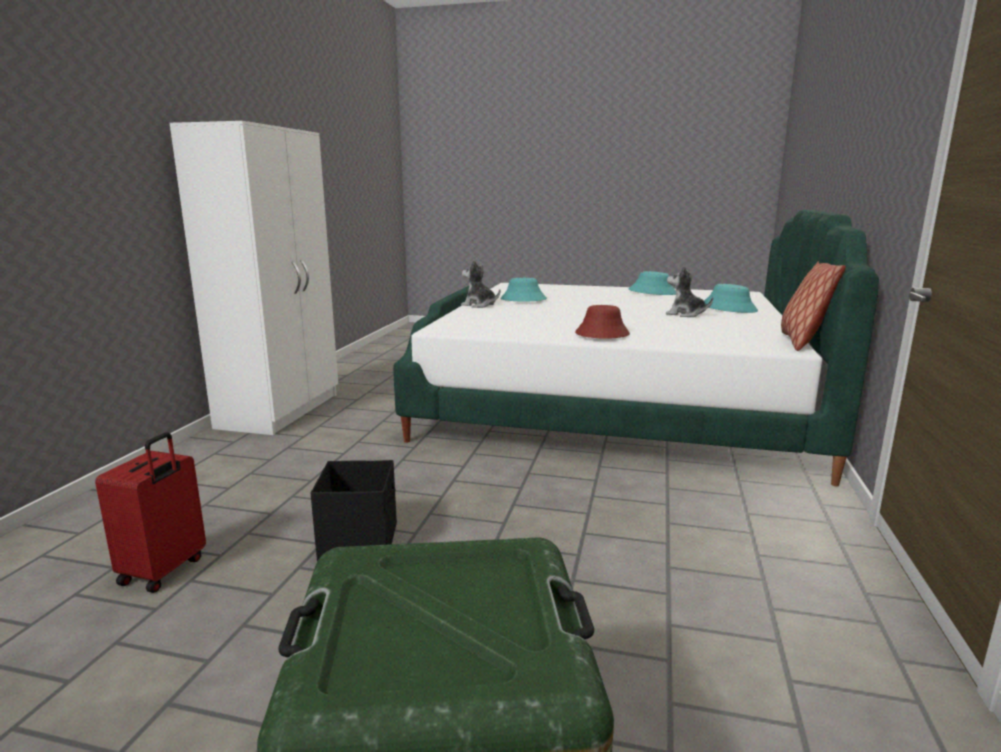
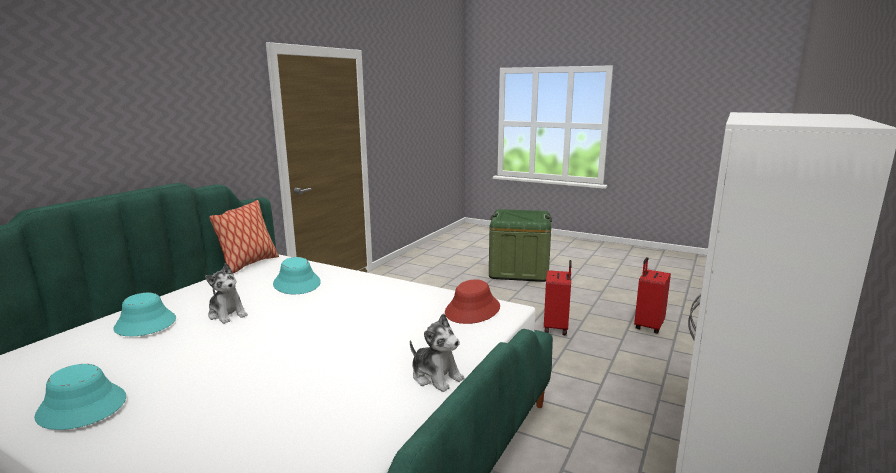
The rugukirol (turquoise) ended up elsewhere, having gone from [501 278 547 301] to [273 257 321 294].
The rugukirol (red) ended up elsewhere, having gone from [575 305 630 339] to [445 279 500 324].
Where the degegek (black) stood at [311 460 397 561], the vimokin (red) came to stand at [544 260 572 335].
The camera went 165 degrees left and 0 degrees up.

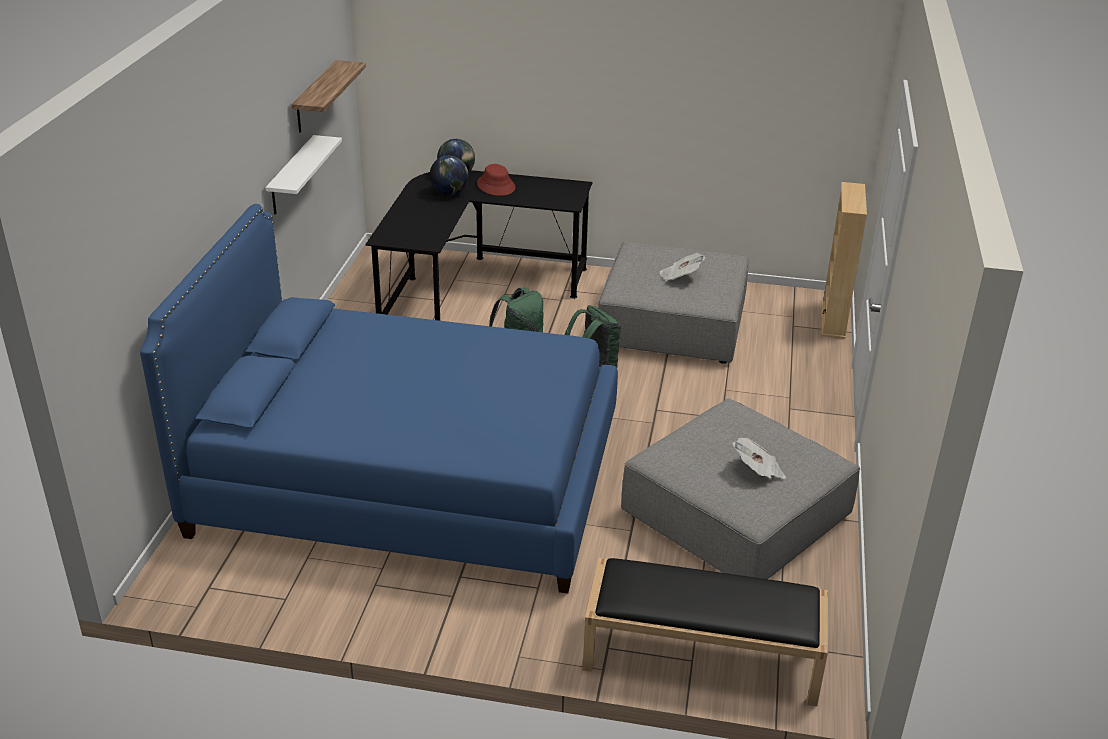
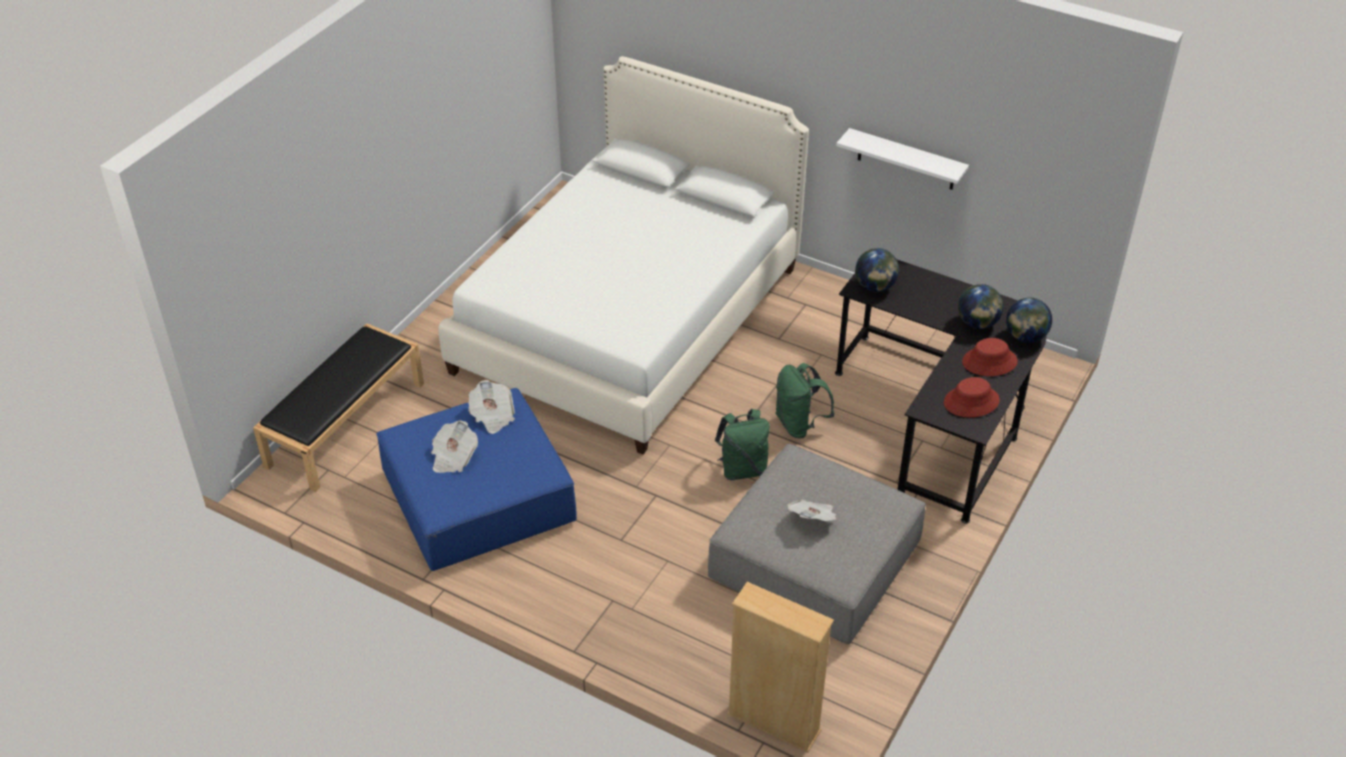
What was the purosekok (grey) at [621 399 860 579] turned into the purosekok (blue) at [376 388 577 571].
What was the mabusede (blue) at [140 204 618 594] turned into the mabusede (white) at [439 56 809 455].
The second view gained the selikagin at [468 380 515 434].
The second view gained the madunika at [855 248 899 292].
The second view gained the rugukirol (red) at [944 377 1000 418].
The second view lost the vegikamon at [291 60 366 133].
The camera went 110 degrees right and 10 degrees up.

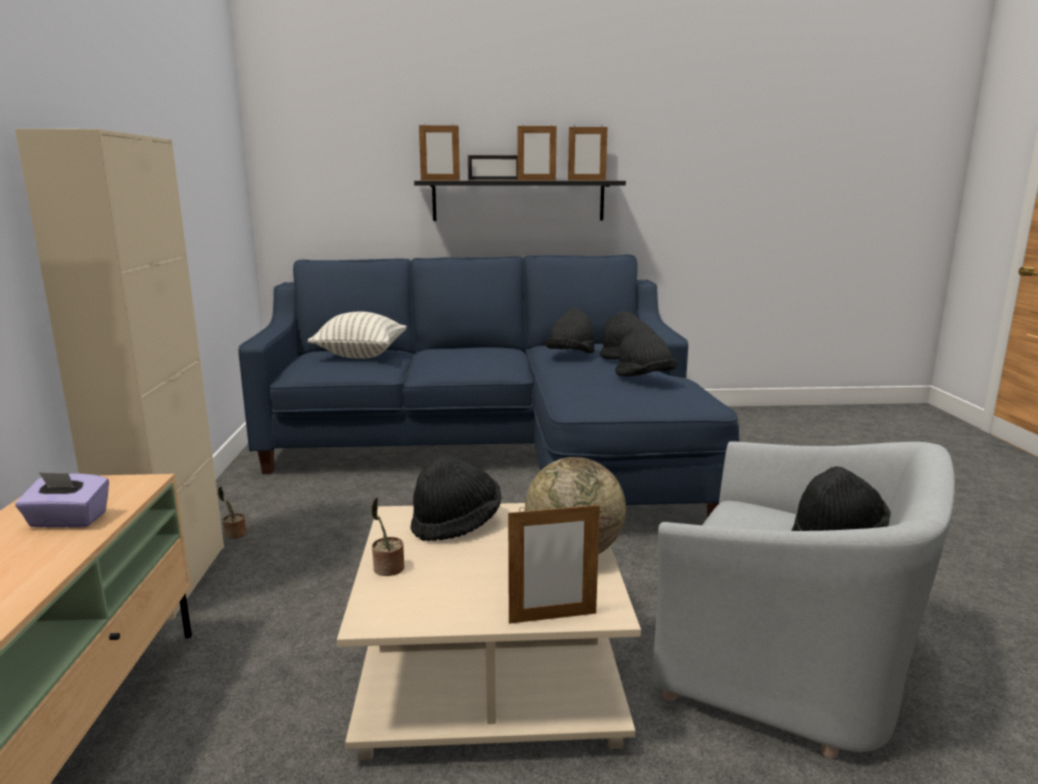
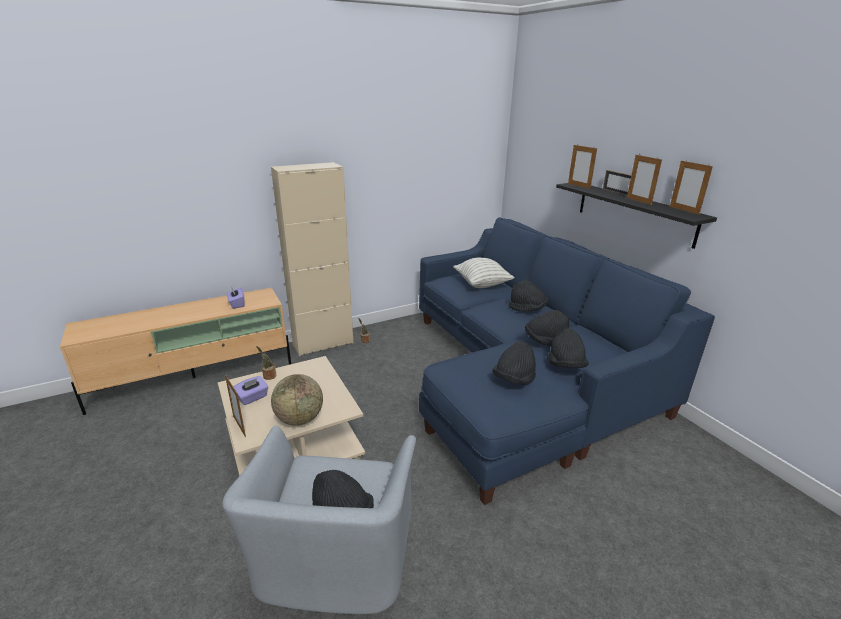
The second view gained the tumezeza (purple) at [234 376 269 405].
The rugukirol (black) ended up elsewhere, having gone from [410 455 501 541] to [508 280 548 312].
The camera went 65 degrees right and 10 degrees up.

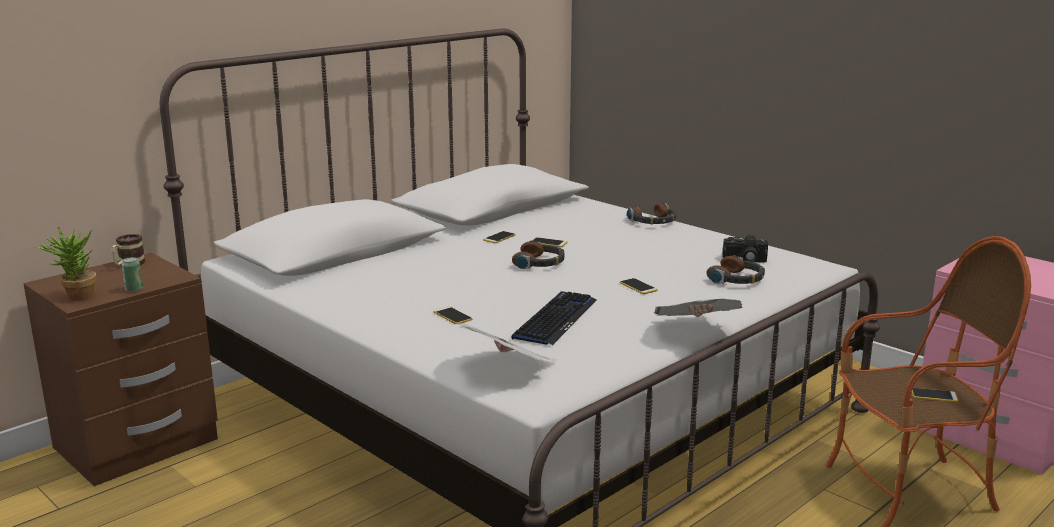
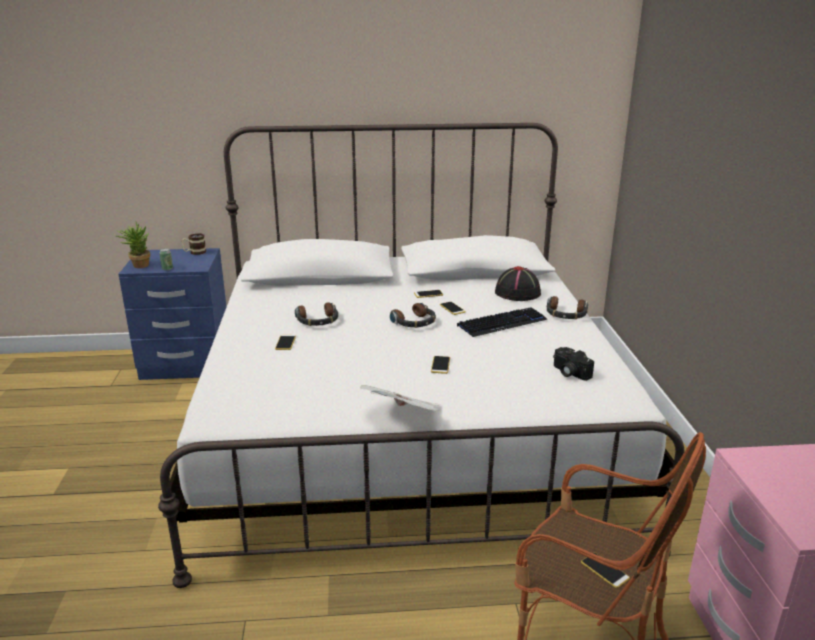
What was the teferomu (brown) at [23 253 218 486] turned into the teferomu (blue) at [118 248 226 380].
The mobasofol ended up elsewhere, having gone from [707 255 765 284] to [295 302 338 326].
The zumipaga ended up elsewhere, having gone from [511 291 597 345] to [457 307 548 337].
The second view gained the rugukirol (black) at [495 266 541 301].
The second view lost the selikagin at [455 323 557 362].
The camera went 40 degrees right and 5 degrees up.

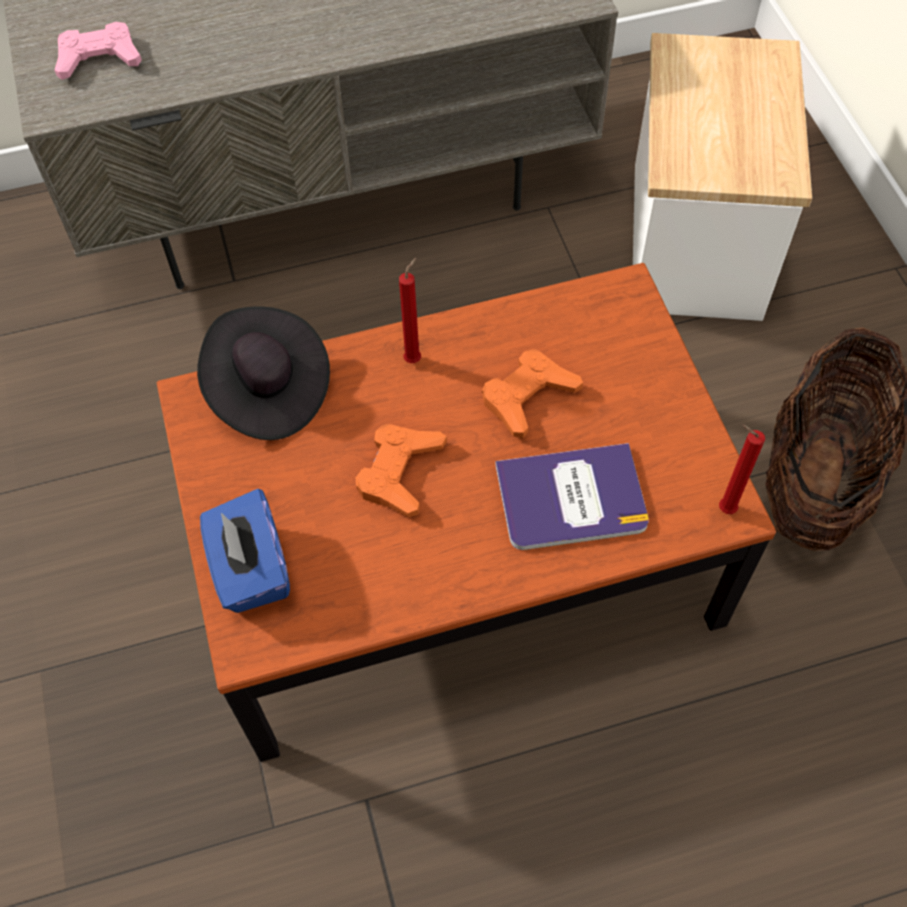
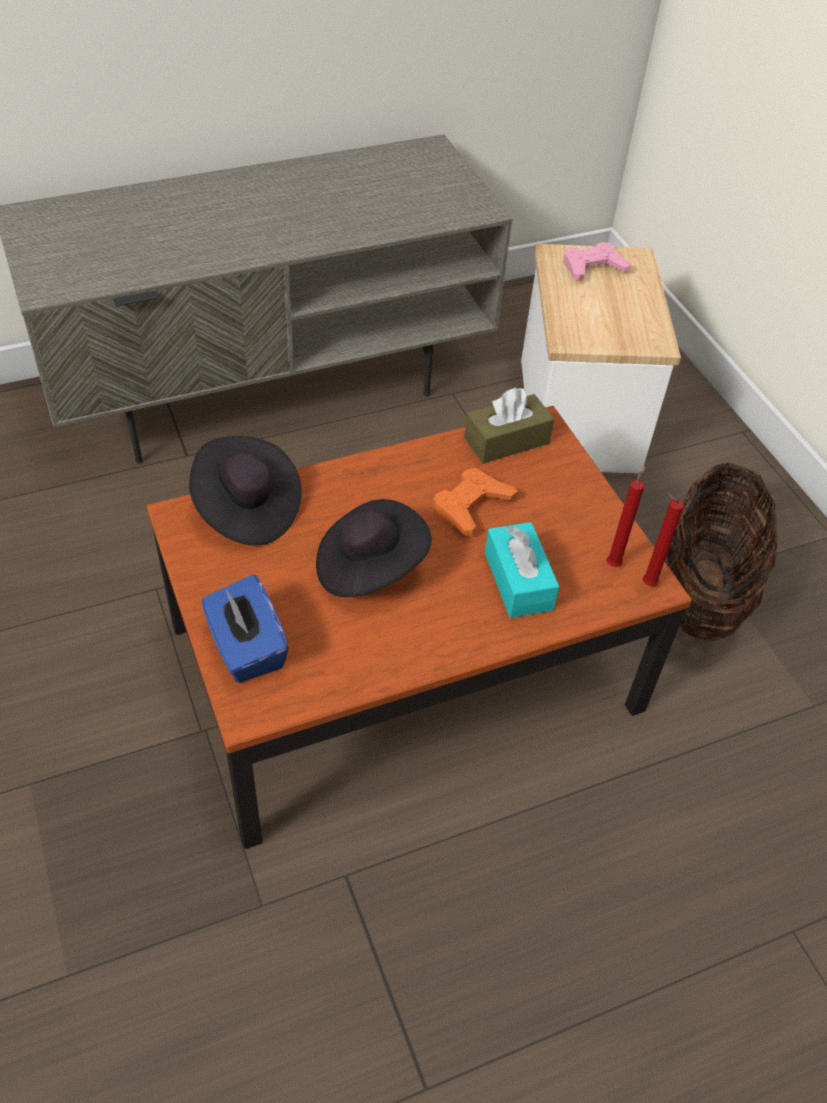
Where the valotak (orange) stood at [356 424 447 517], the rugukirol (black) came to stand at [316 499 432 597].
The second view gained the tumezeza (brown) at [464 387 554 464].
Where the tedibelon stood at [495 443 649 550], the tumezeza (turquoise) came to stand at [485 522 559 618].
The valotak (pink) ended up elsewhere, having gone from [54 22 142 80] to [563 242 631 281].
The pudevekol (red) ended up elsewhere, having gone from [399 258 421 363] to [607 466 646 567].
The camera went 10 degrees left and 10 degrees down.

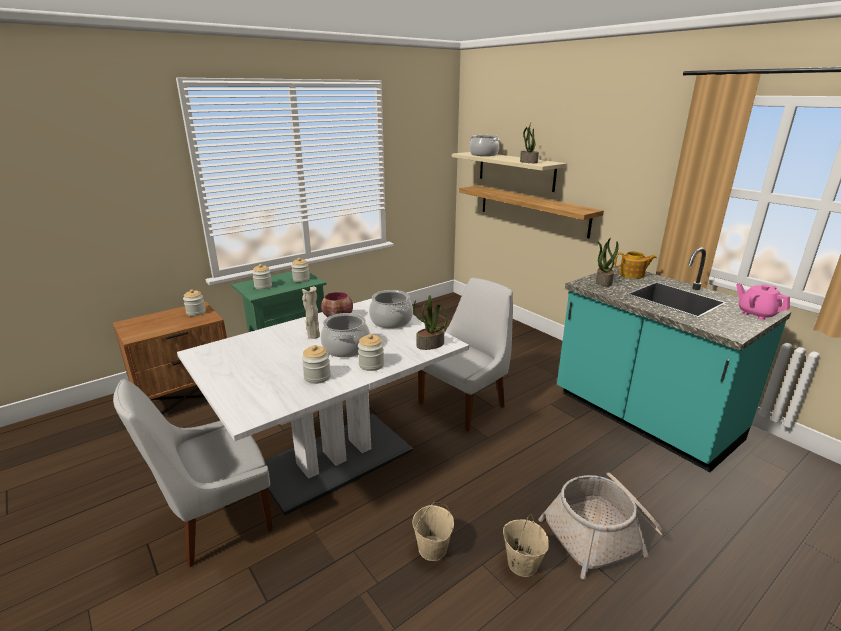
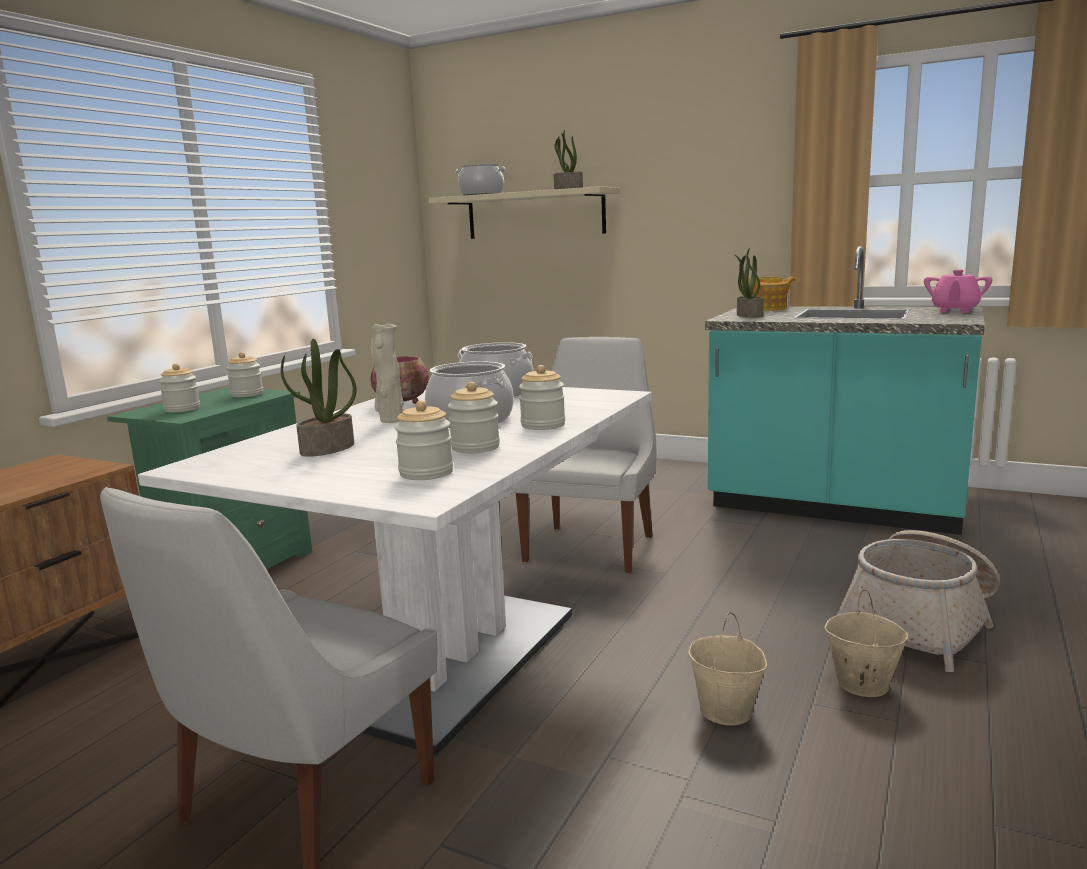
The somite ended up elsewhere, having gone from [413 295 448 350] to [281 339 357 457].
The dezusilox ended up elsewhere, having gone from [183 289 206 316] to [394 400 453 480].
The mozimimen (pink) at [736 284 790 320] ended up facing another way, 90 degrees counterclockwise from before.
The second view lost the vegikamon at [459 185 604 238].
The camera went 25 degrees left and 10 degrees down.

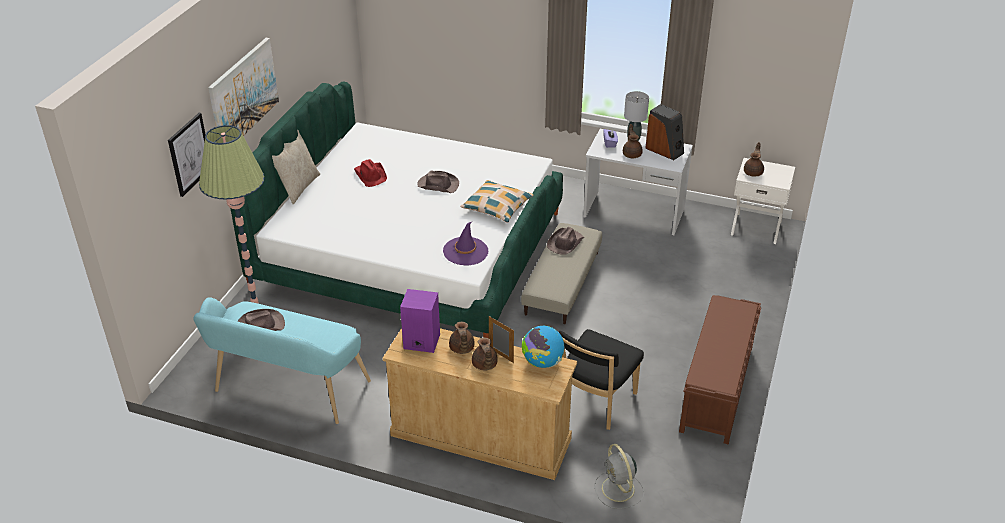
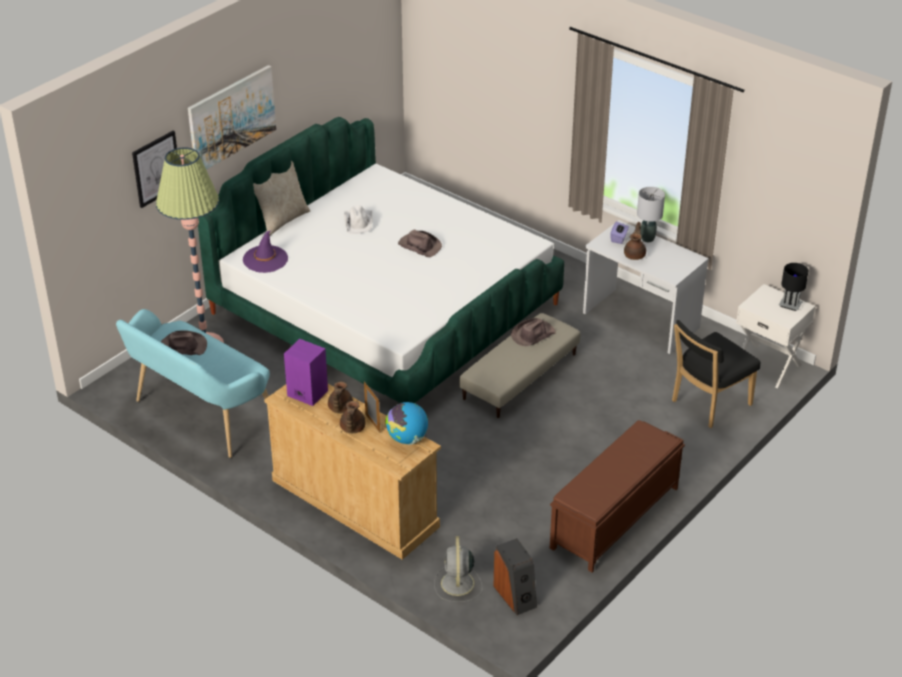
The rugukirol (purple) ended up elsewhere, having gone from [443 222 488 266] to [243 230 288 273].
What was the rugukirol (red) at [354 159 387 187] turned into the rugukirol (white) at [344 205 372 234].
The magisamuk ended up elsewhere, having gone from [645 104 684 160] to [493 538 537 615].
The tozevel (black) ended up elsewhere, having gone from [559 329 644 430] to [672 320 760 428].
The second view gained the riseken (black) at [779 263 809 311].
The second view lost the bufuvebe at [460 180 533 223].
The second view lost the mozimimen (brown) at [744 142 764 176].
The camera went 20 degrees right and 0 degrees up.

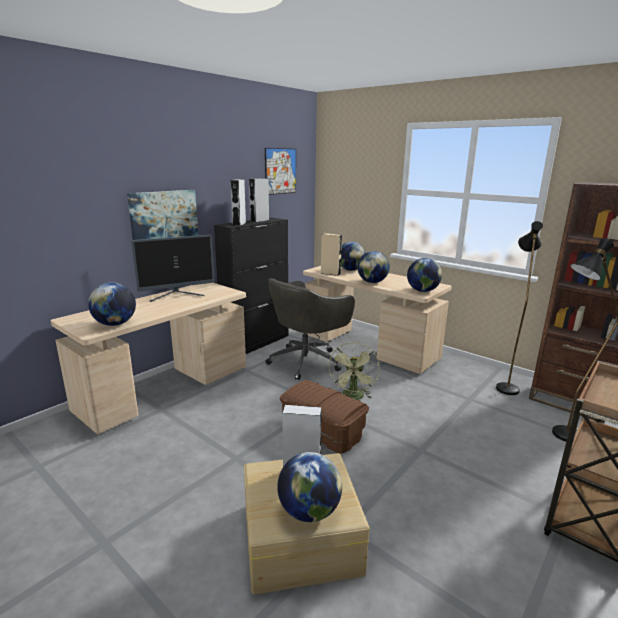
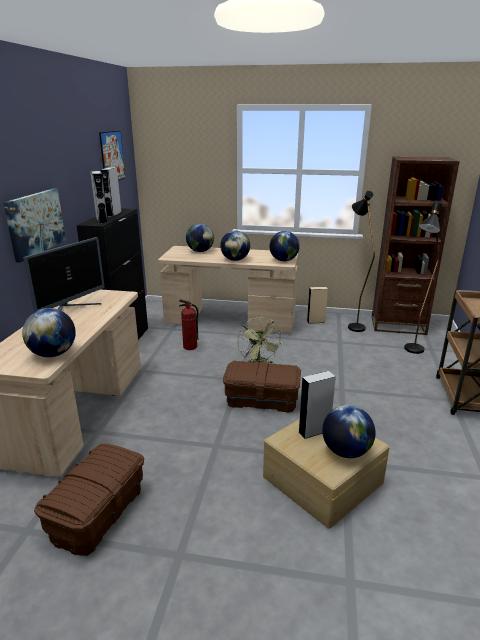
The second view gained the degegek (brown) at [34 444 144 556].
Where the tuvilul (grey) stood at [265 278 355 380], the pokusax came to stand at [179 299 198 350].
The magisamuk (beige) ended up elsewhere, having gone from [321 233 342 276] to [307 287 328 324].
The camera went 30 degrees left and 5 degrees up.

